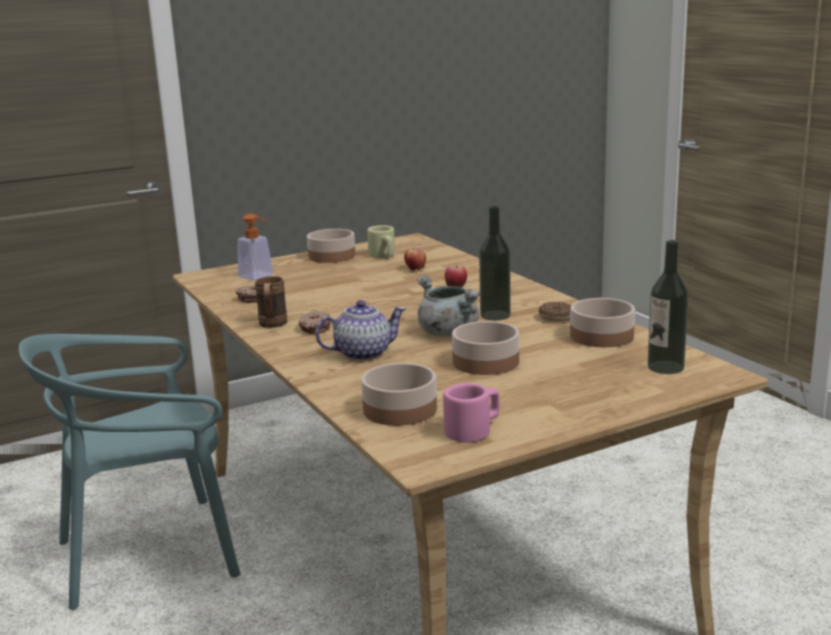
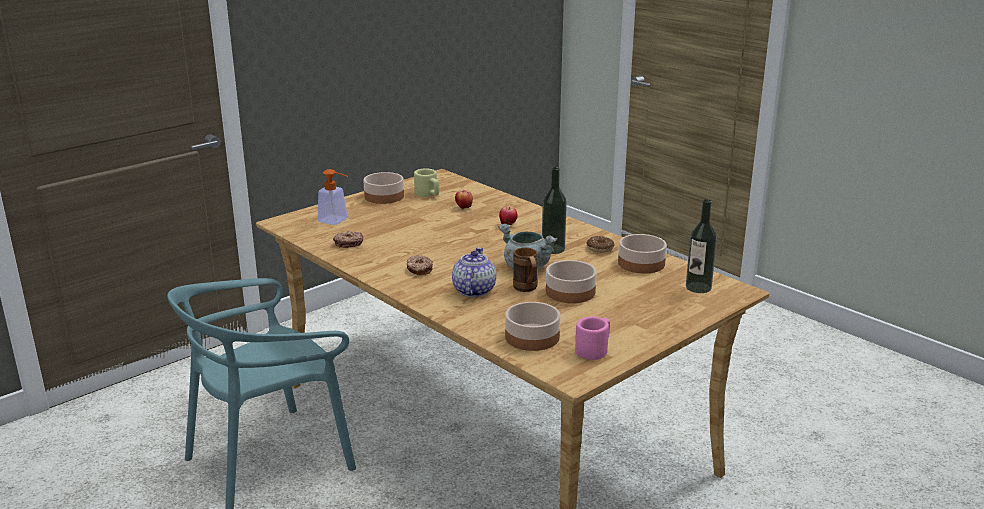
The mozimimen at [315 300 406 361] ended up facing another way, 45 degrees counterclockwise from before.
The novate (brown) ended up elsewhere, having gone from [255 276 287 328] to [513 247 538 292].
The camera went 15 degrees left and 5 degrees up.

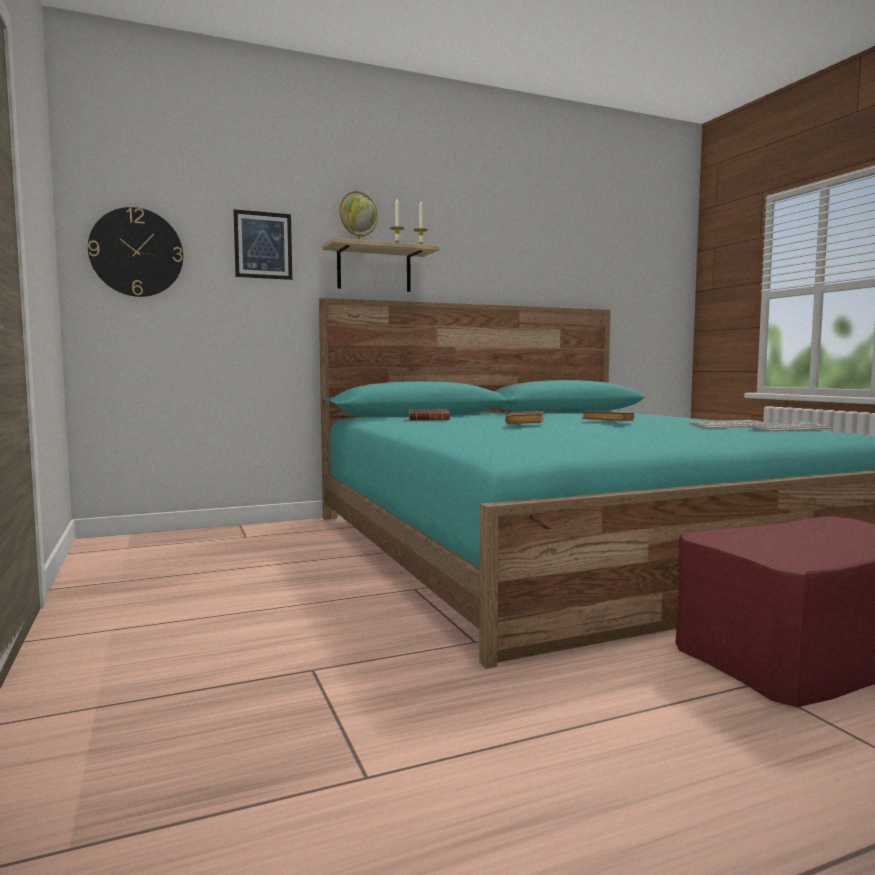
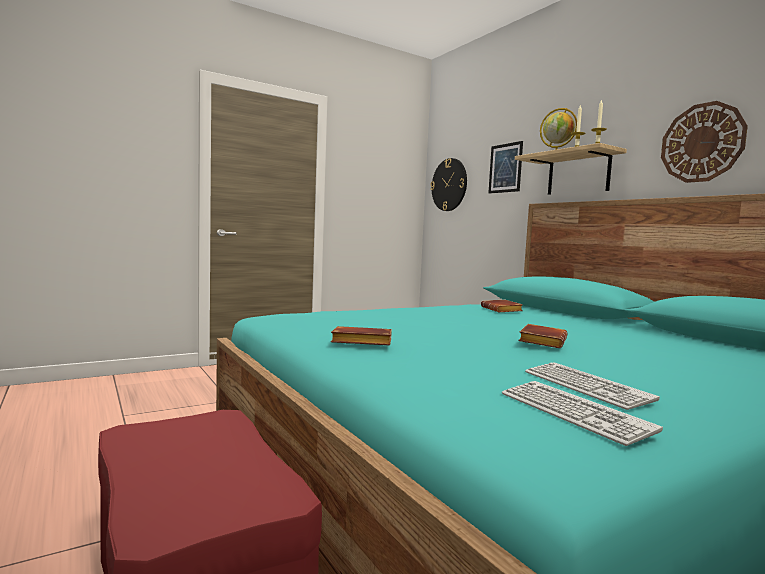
The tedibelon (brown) ended up elsewhere, having gone from [505 411 545 424] to [331 326 392 345].
The second view gained the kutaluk at [661 101 748 183].
The camera went 80 degrees right and 0 degrees up.

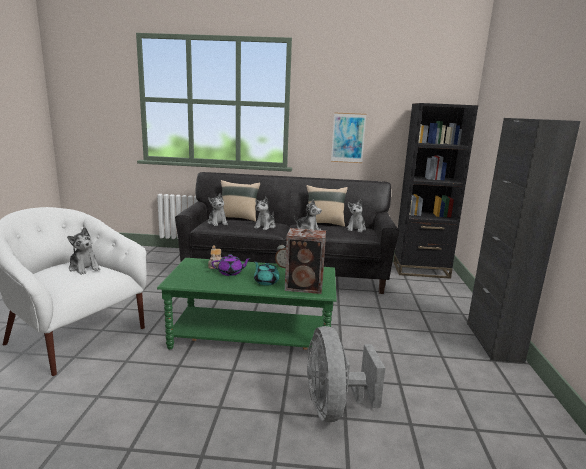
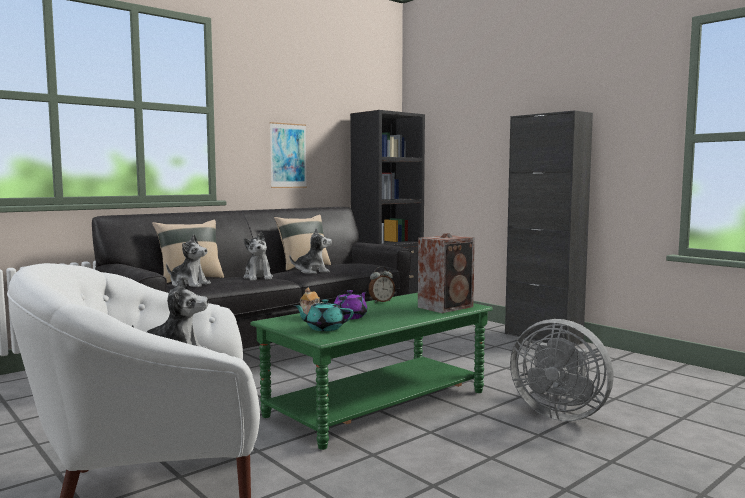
The mozimimen (turquoise) ended up elsewhere, having gone from [254 261 280 285] to [294 299 354 331].
The second view lost the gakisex at [346 199 366 232].
The camera went 45 degrees left and 10 degrees down.

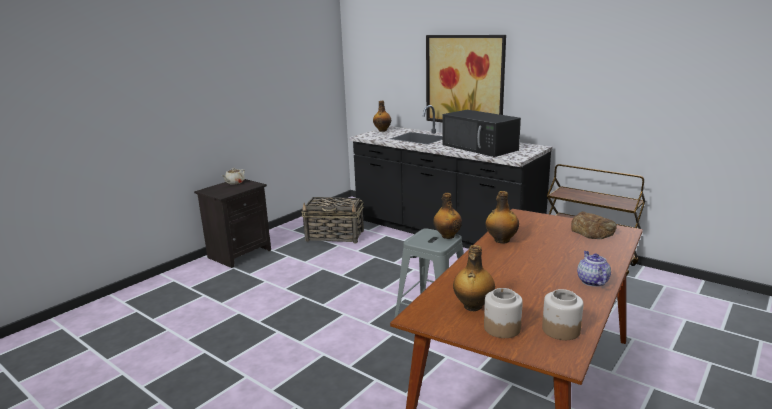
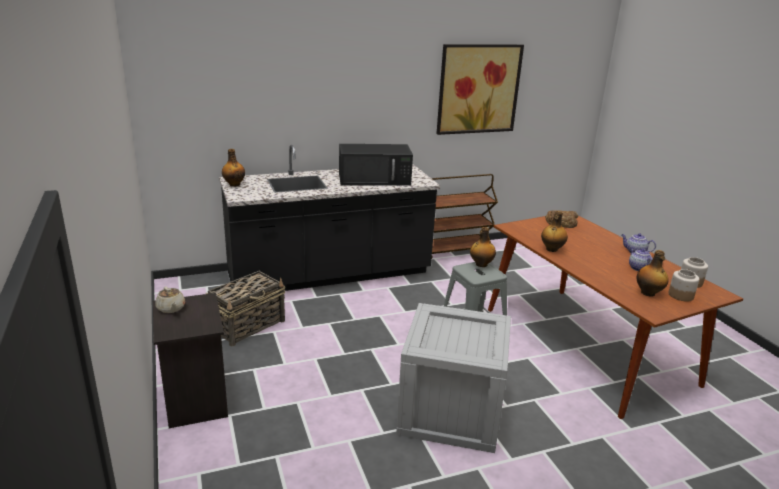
The second view gained the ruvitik at [396 303 511 453].
The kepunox ended up elsewhere, having gone from [426 35 506 122] to [436 44 524 135].
The second view gained the mozimimen at [629 247 653 271].
The camera went 60 degrees left and 5 degrees up.

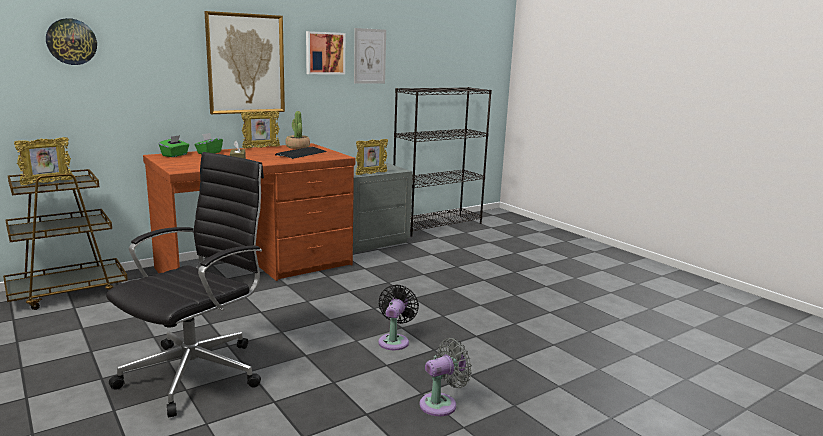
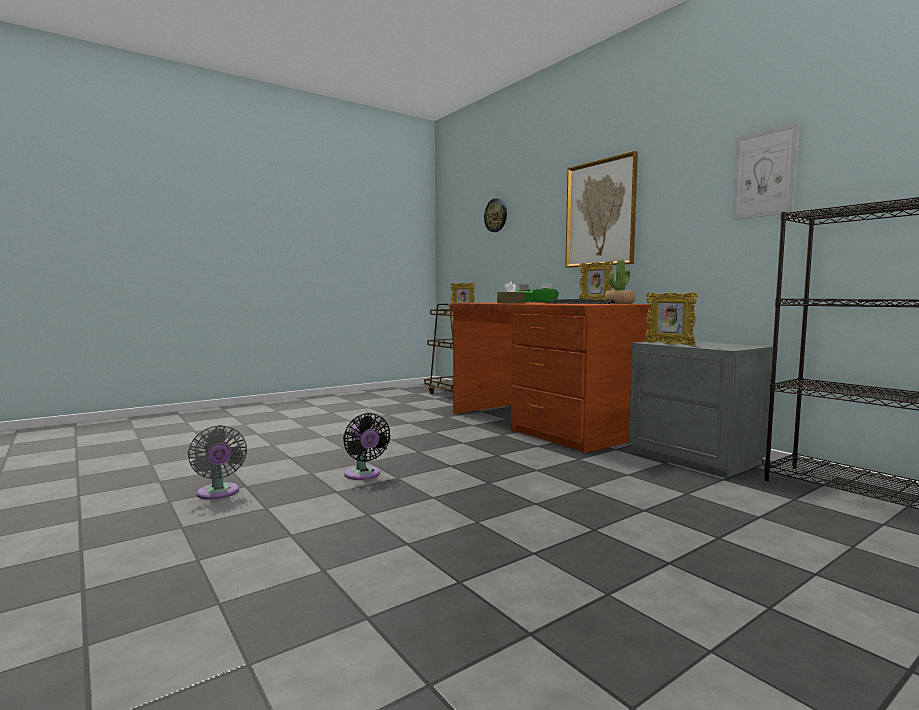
The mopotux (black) at [378 285 419 350] ended up facing another way, 45 degrees clockwise from before.
The second view lost the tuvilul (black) at [106 152 264 417].
The second view lost the kepunox at [306 31 345 74].
The camera went 90 degrees right and 10 degrees down.

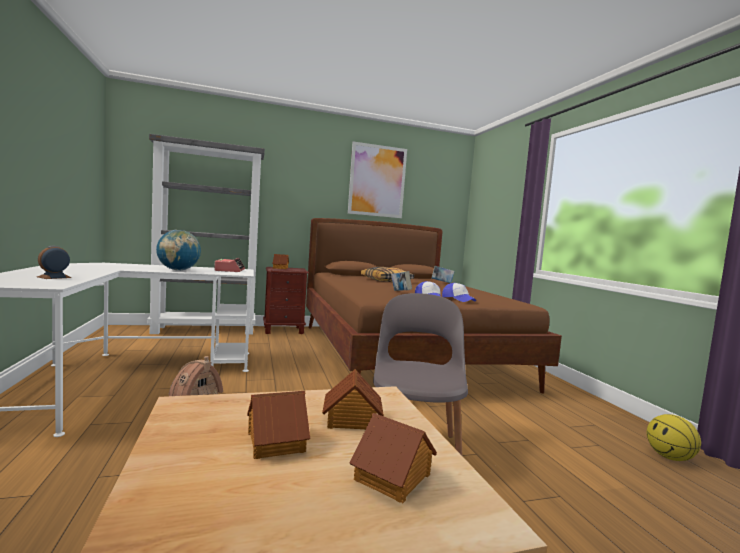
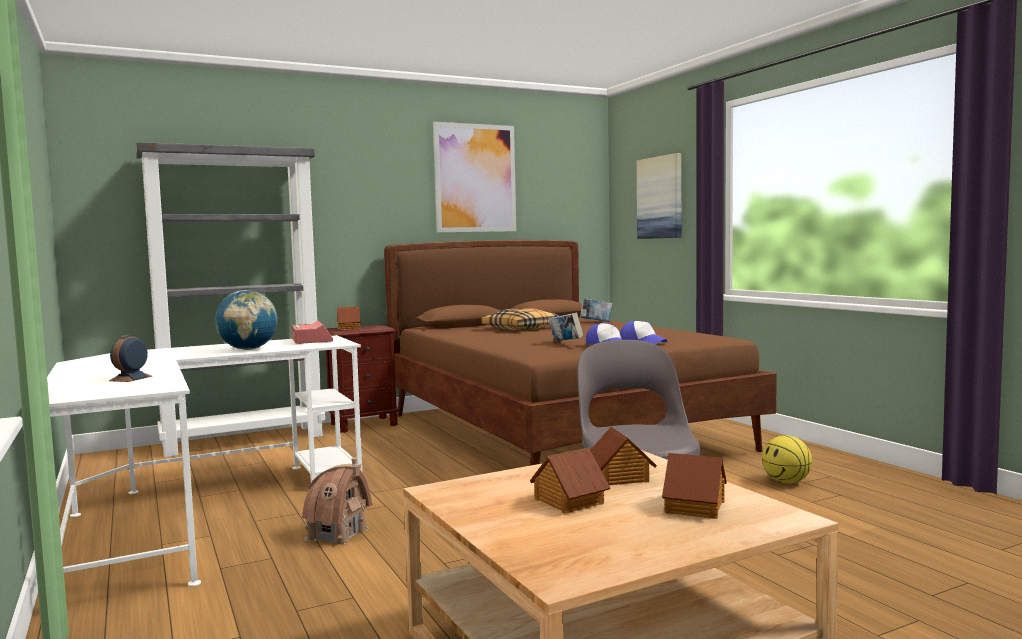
The second view gained the kepunox at [637 153 682 239].
The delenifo ended up elsewhere, having gone from [647 414 701 461] to [762 435 812 484].
The camera went 10 degrees left and 0 degrees up.

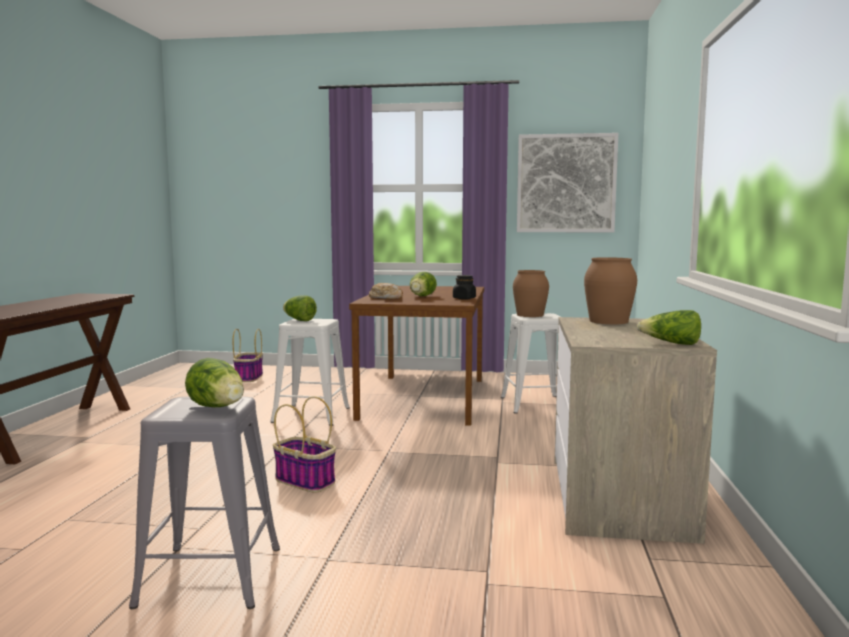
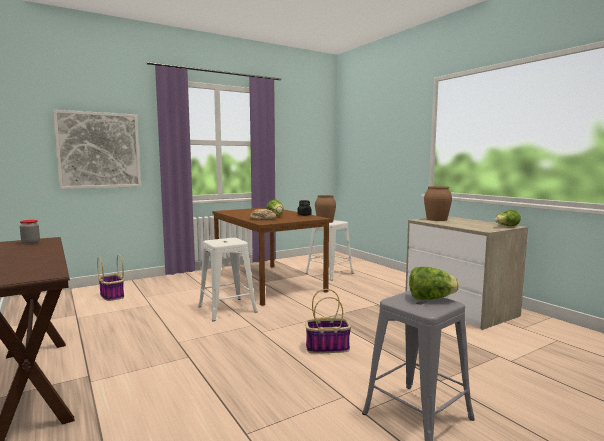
The second view gained the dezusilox at [20 220 40 244].
The kepunox ended up elsewhere, having gone from [517 133 619 232] to [53 110 141 189].
The second view lost the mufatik at [283 295 317 321].
The camera went 40 degrees left and 0 degrees up.

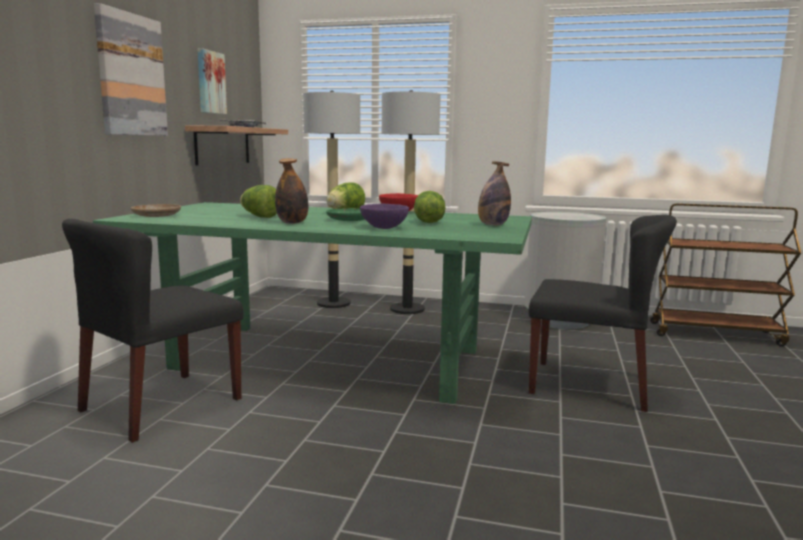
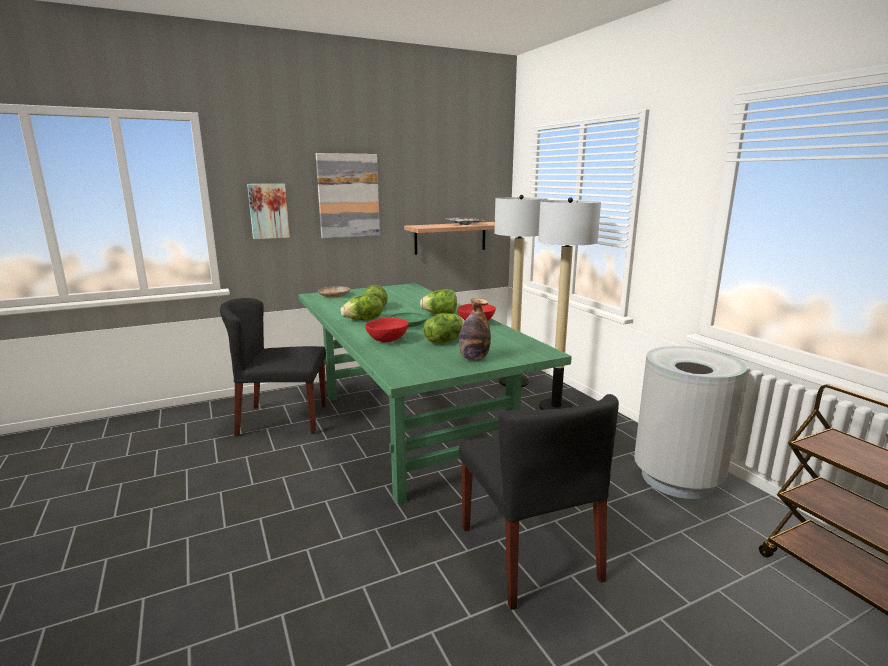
The kepunox ended up elsewhere, having gone from [197 48 227 114] to [247 184 290 239].
Where the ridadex stood at [275 158 308 224], the mufatik came to stand at [340 295 383 320].
What was the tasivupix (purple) at [360 204 409 229] turned into the tasivupix (red) at [365 318 409 342].
The camera went 50 degrees right and 5 degrees up.

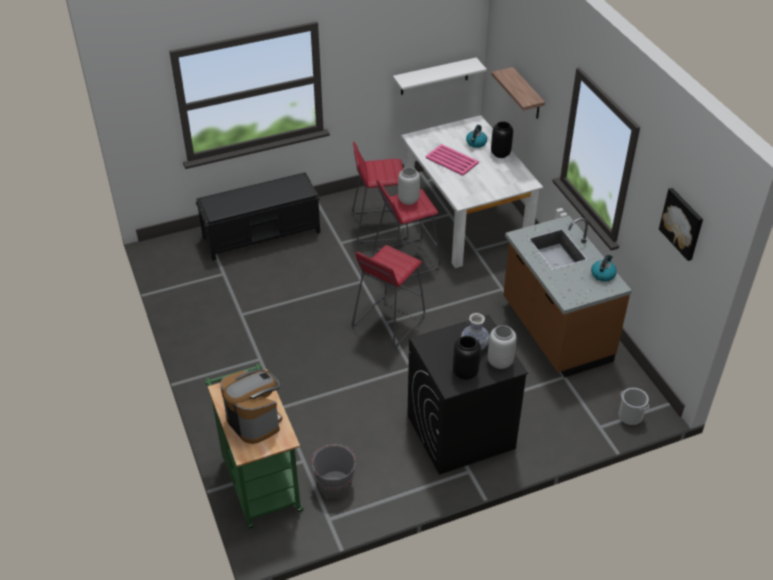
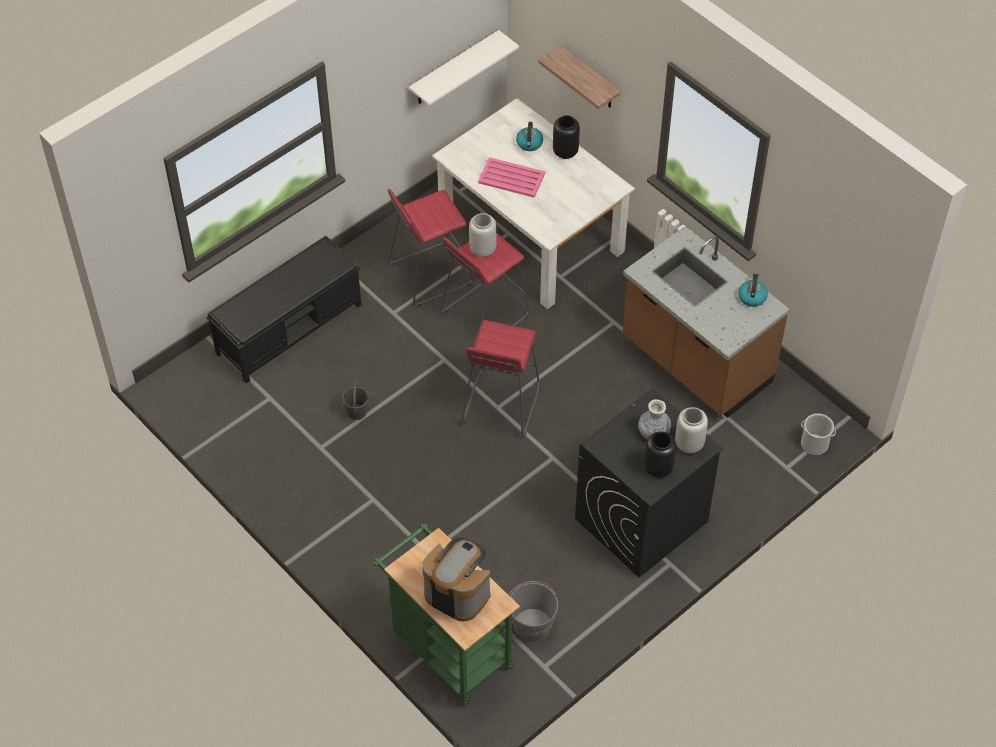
The second view gained the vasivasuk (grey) at [342 382 369 420].
The second view lost the kepunox at [659 188 703 261].
The camera went 20 degrees left and 10 degrees up.

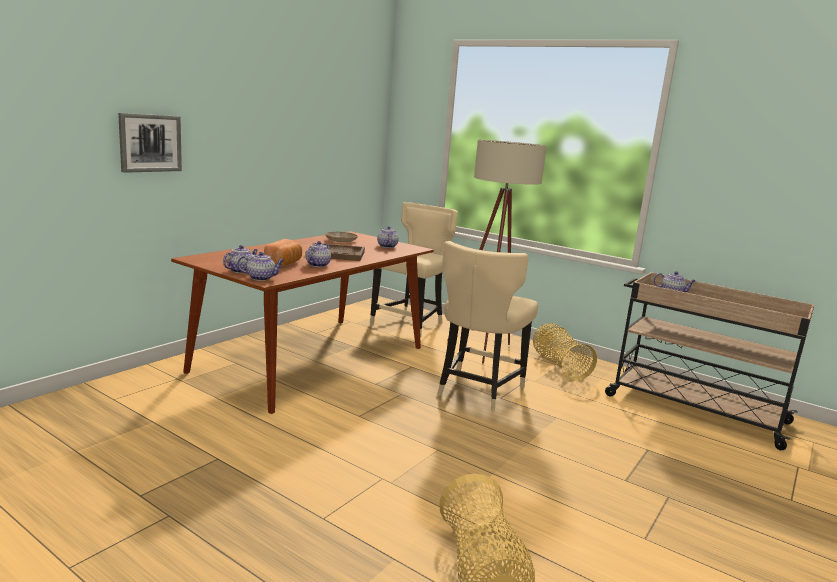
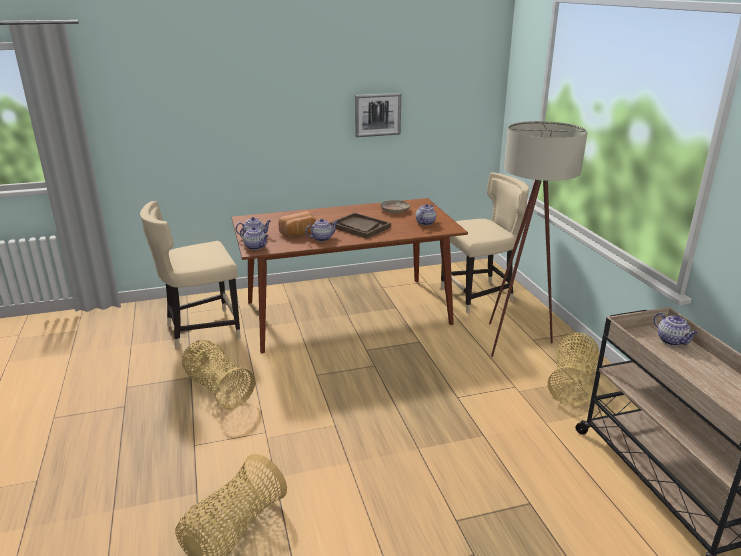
The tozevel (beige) ended up elsewhere, having gone from [437 241 538 411] to [140 201 241 349].
The second view gained the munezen at [182 340 255 409].
The kepunox ended up elsewhere, having gone from [118 113 182 173] to [355 93 401 137].
The camera went 40 degrees right and 10 degrees up.

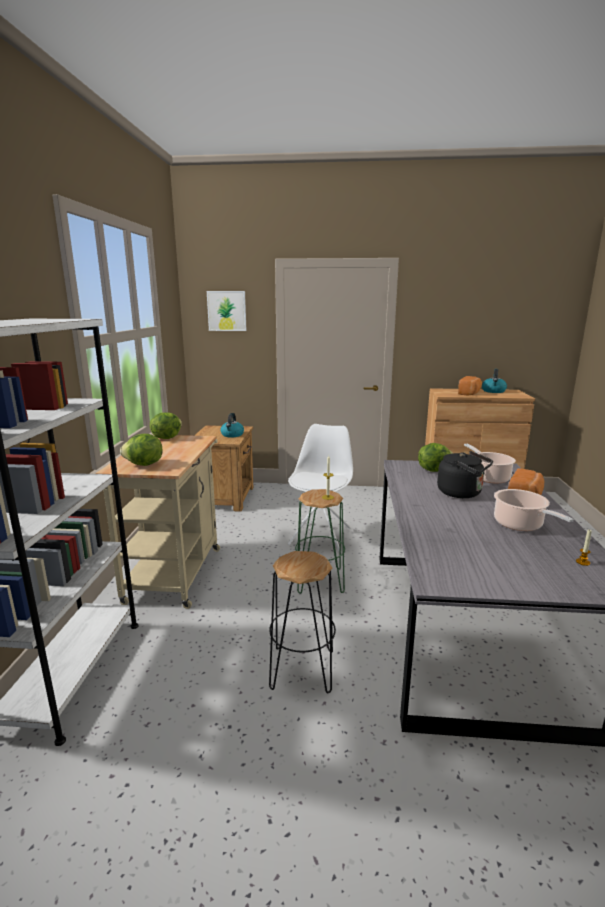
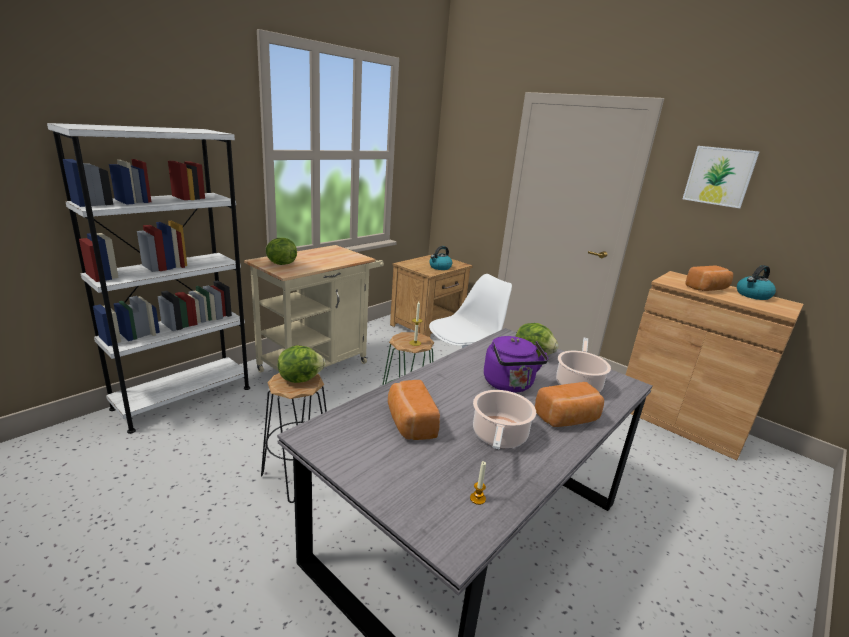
The mufatik ended up elsewhere, having gone from [150 412 182 439] to [278 345 326 383].
The second view gained the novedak at [388 380 440 440].
What was the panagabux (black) at [437 451 493 498] turned into the panagabux (purple) at [484 336 549 393].
The kepunox ended up elsewhere, having gone from [207 291 246 331] to [683 146 759 208].
The camera went 35 degrees right and 5 degrees up.

